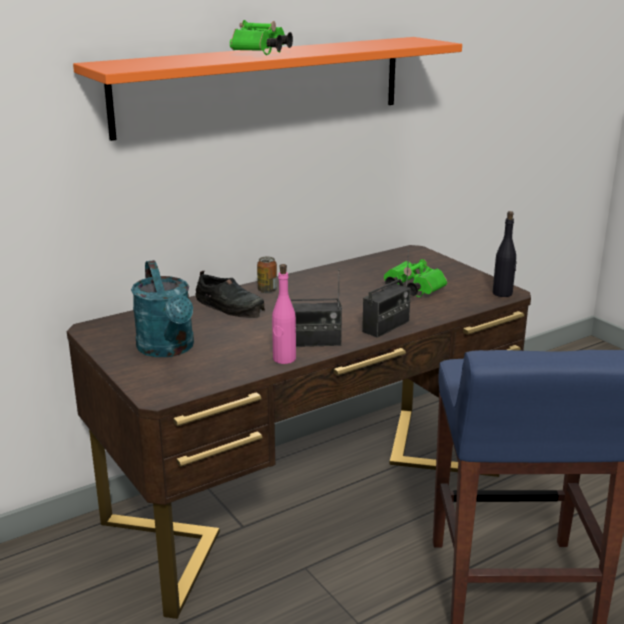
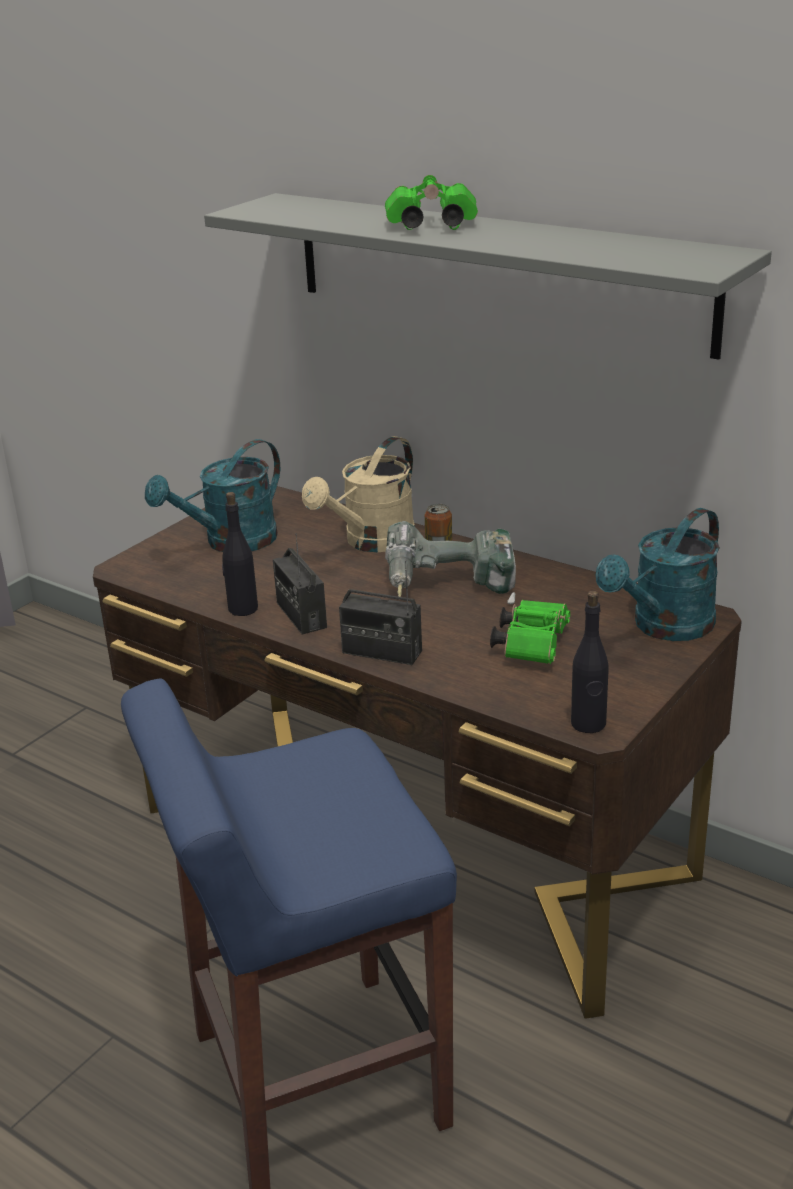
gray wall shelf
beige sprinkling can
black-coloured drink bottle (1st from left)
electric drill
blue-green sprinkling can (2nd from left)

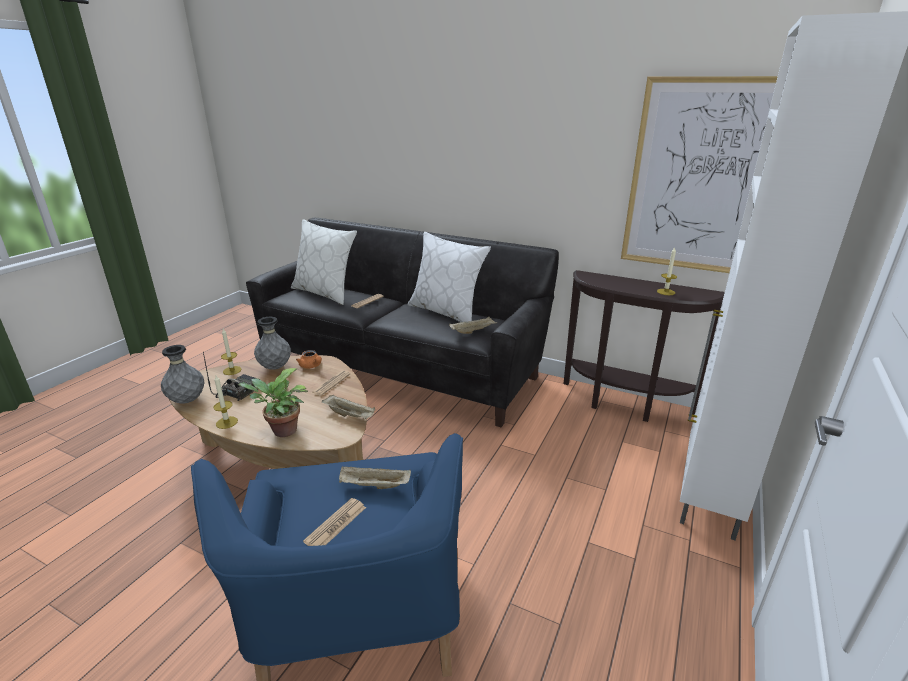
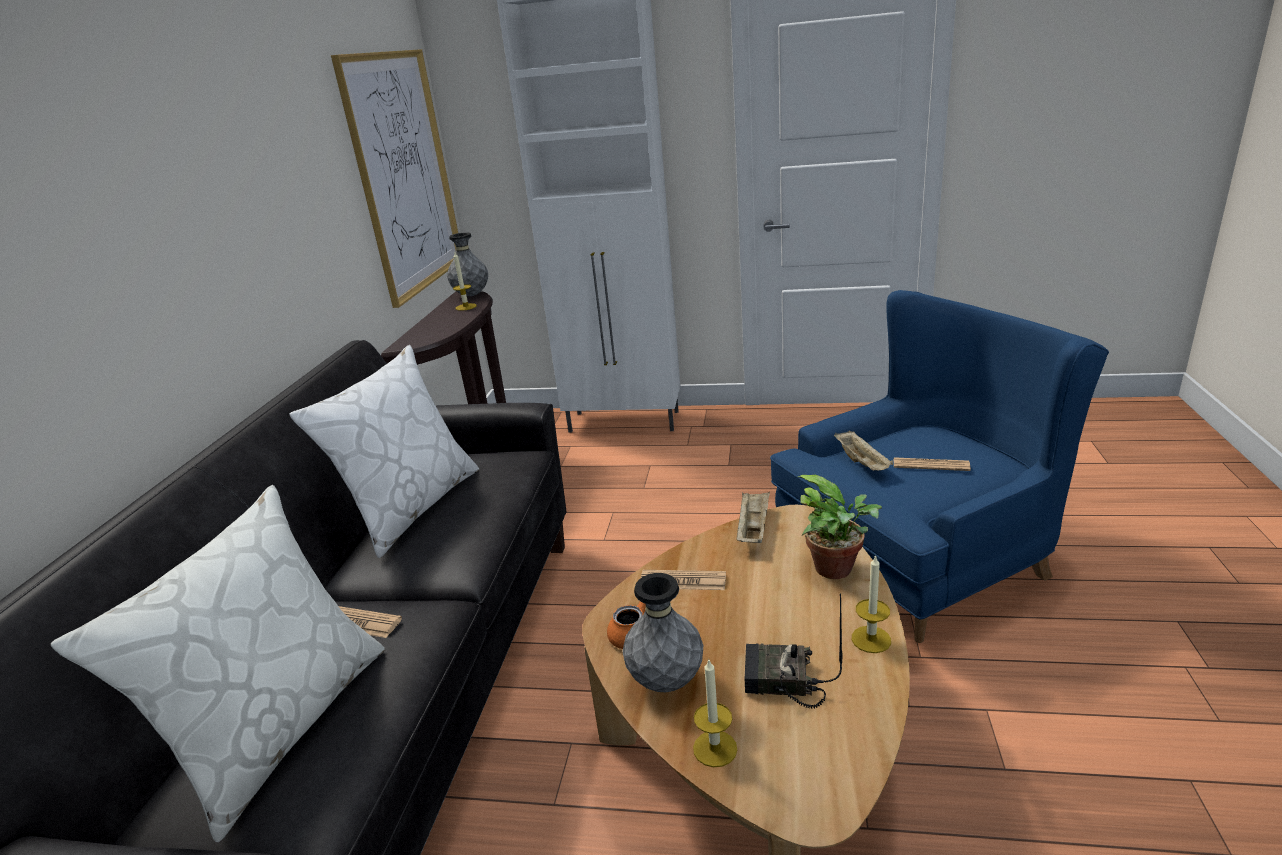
gray decorative vase (1st from left)
beige carrying tray (3rd from left in the first image)

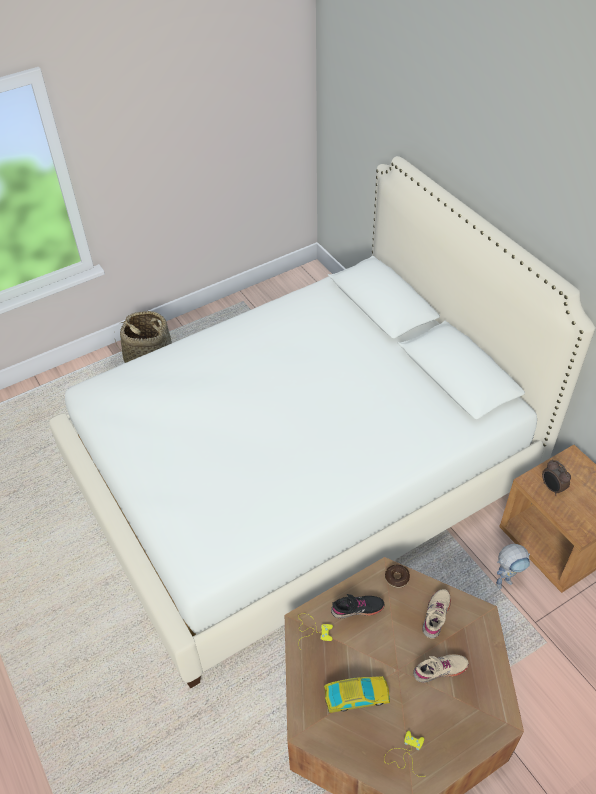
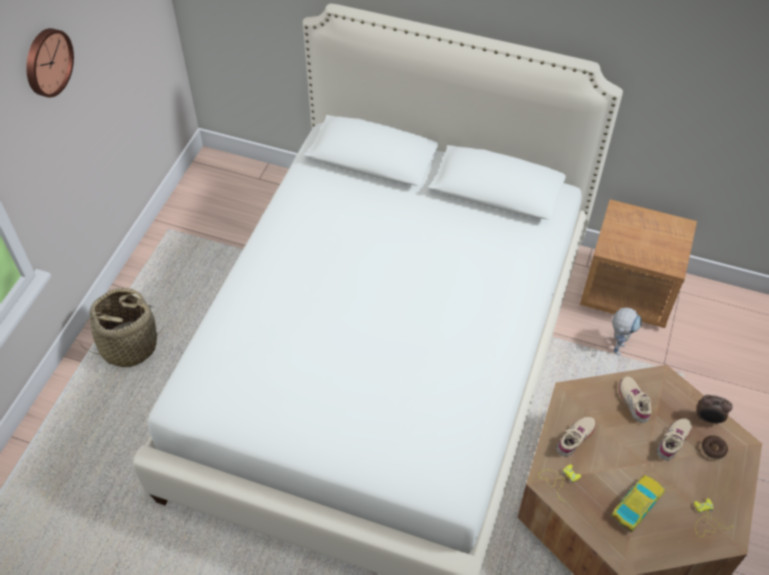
beige low shoe (1st from left)
ring doughnut
table clock
clock on the wall

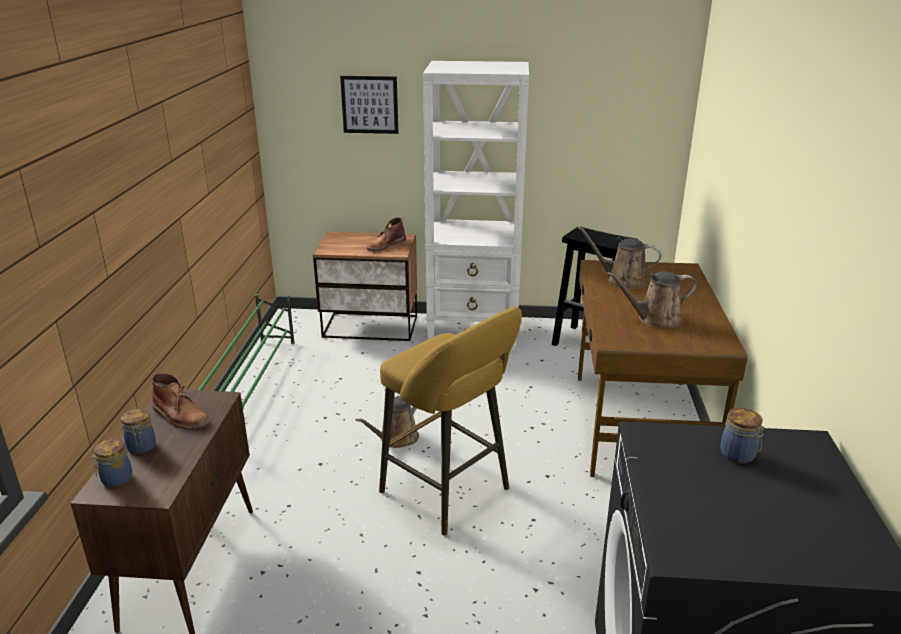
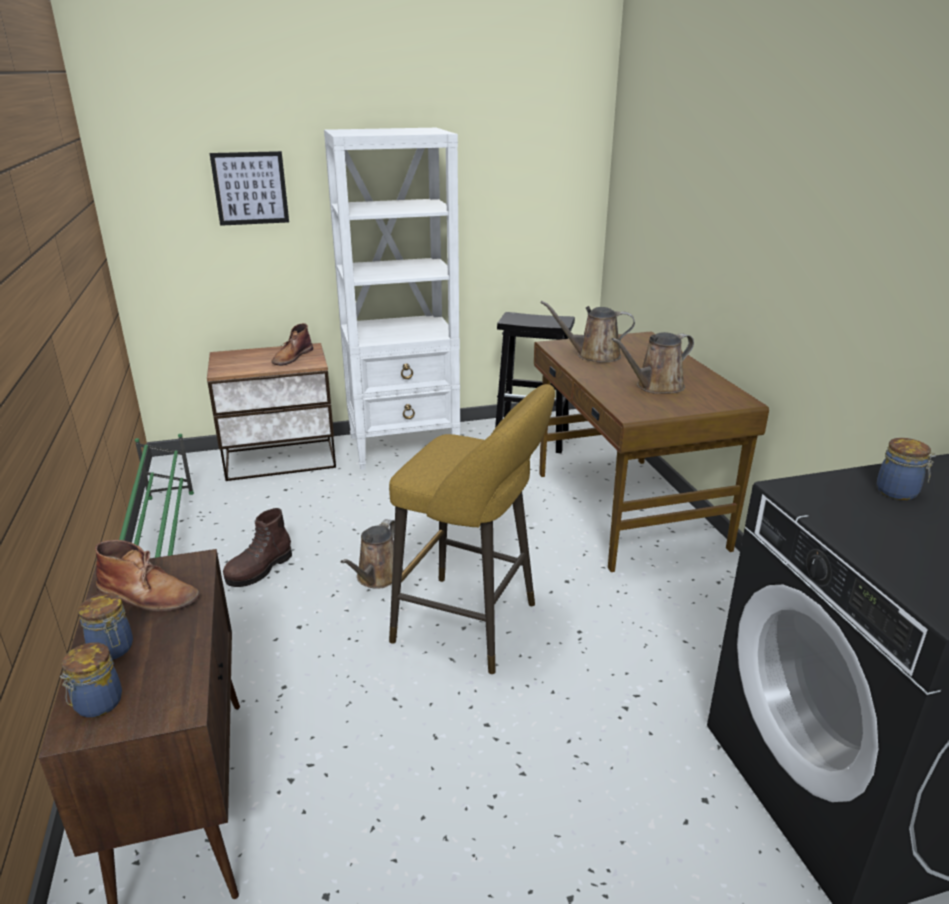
brown boot (2nd from left)

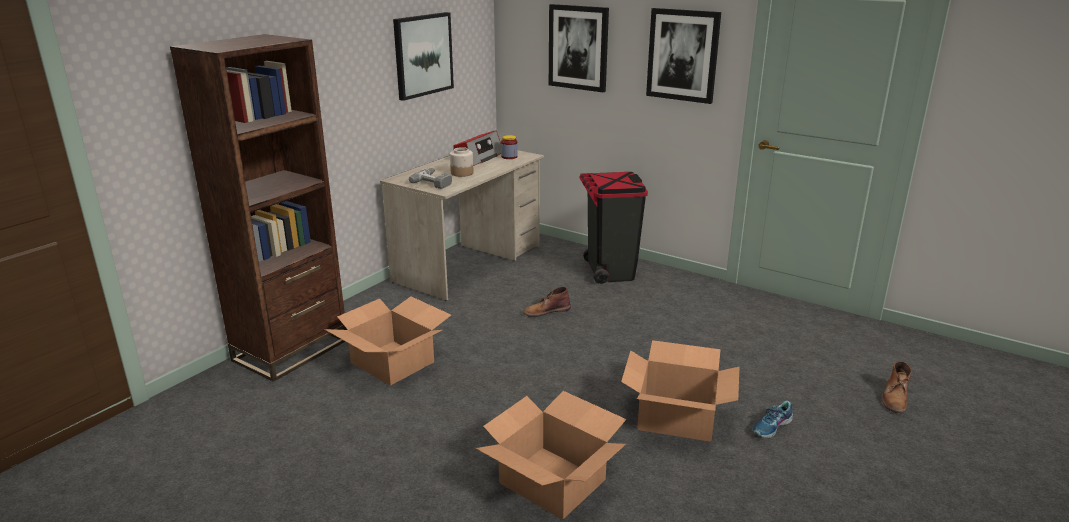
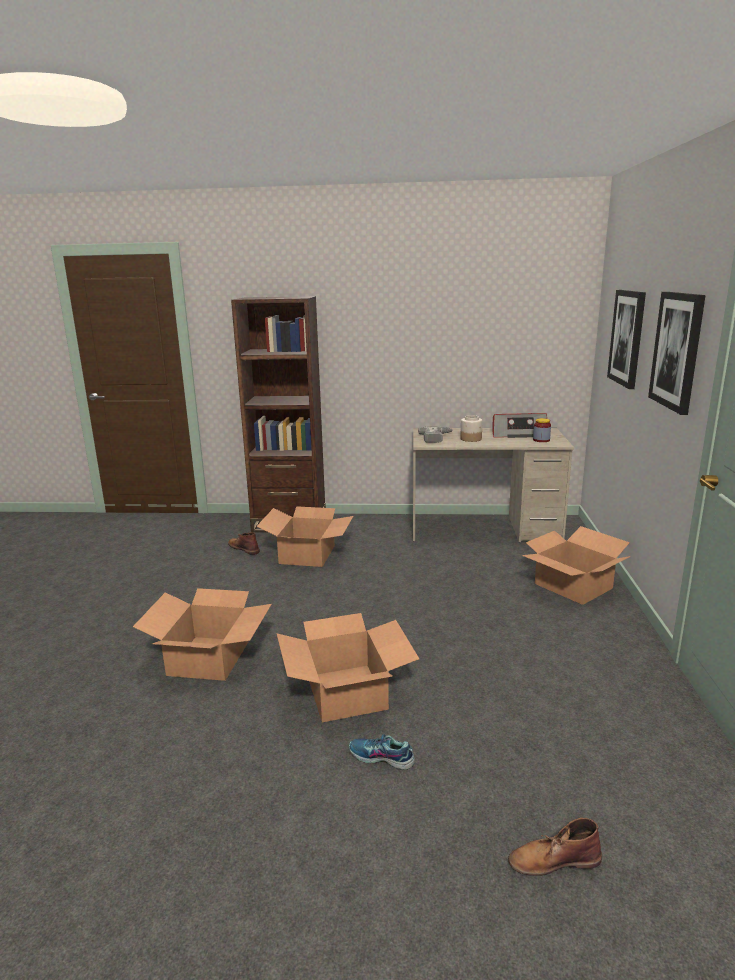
wall art (1st from left in the first image)
brown boot (1st from left)
cardboard box (4th from left)

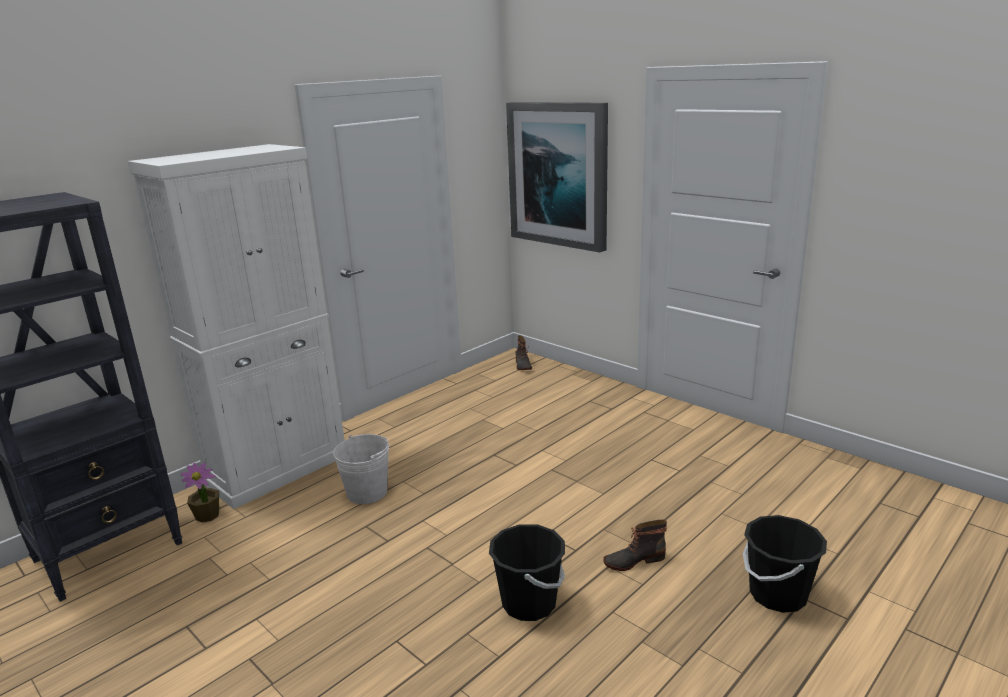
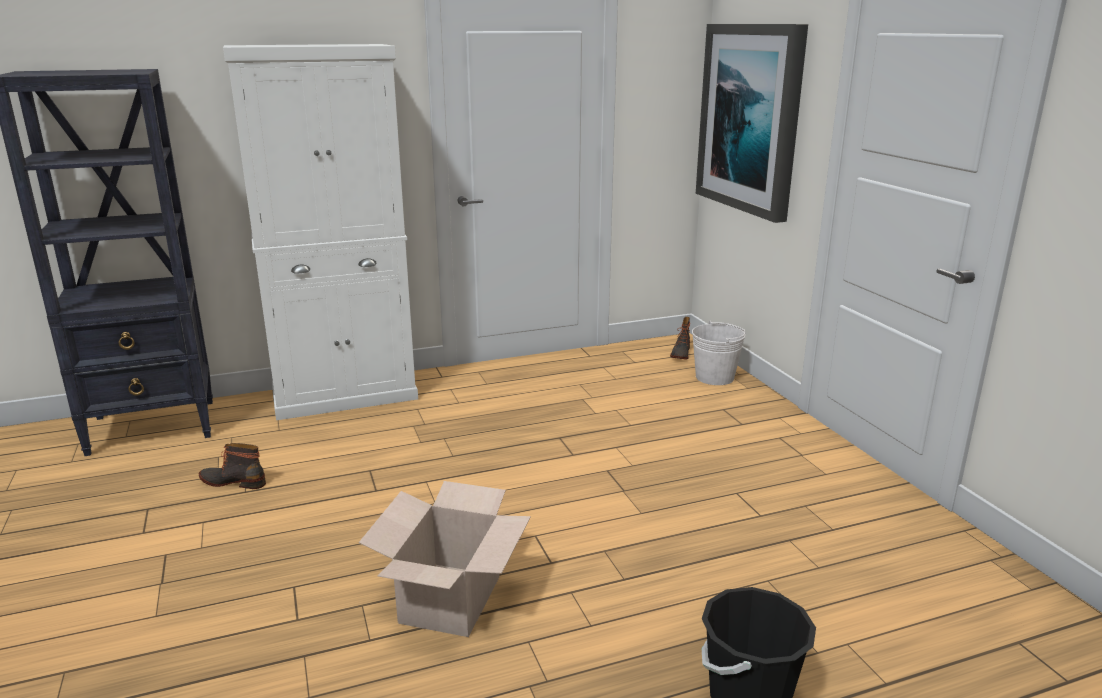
plant in a pot
whitish water bucket
cardboard box
boot (1st from left)

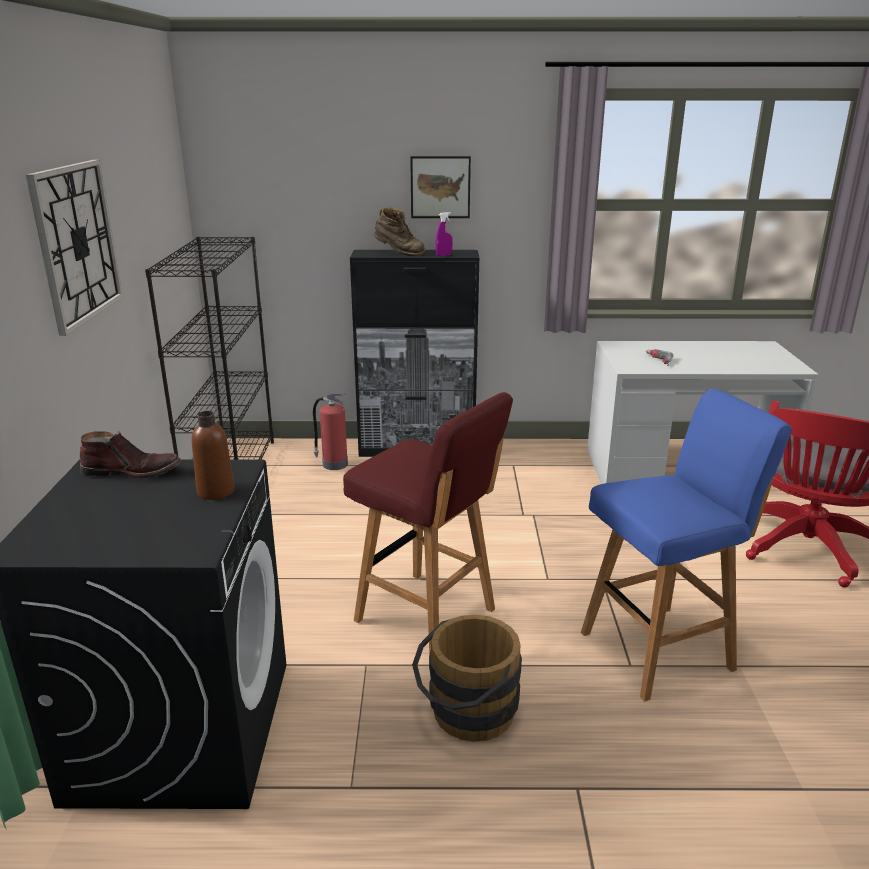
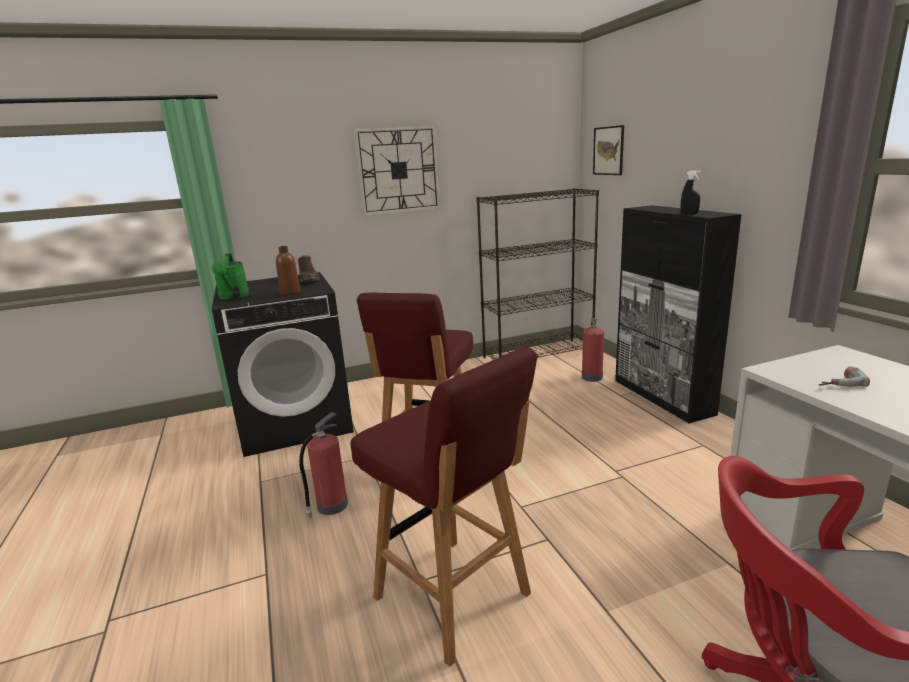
brown boot (2nd from left in the first image)
wall art
fire extinguisher (1st from left)
black-coloured sprayer
red-coloured sitting stool (2nd from left)
green sprinkling can

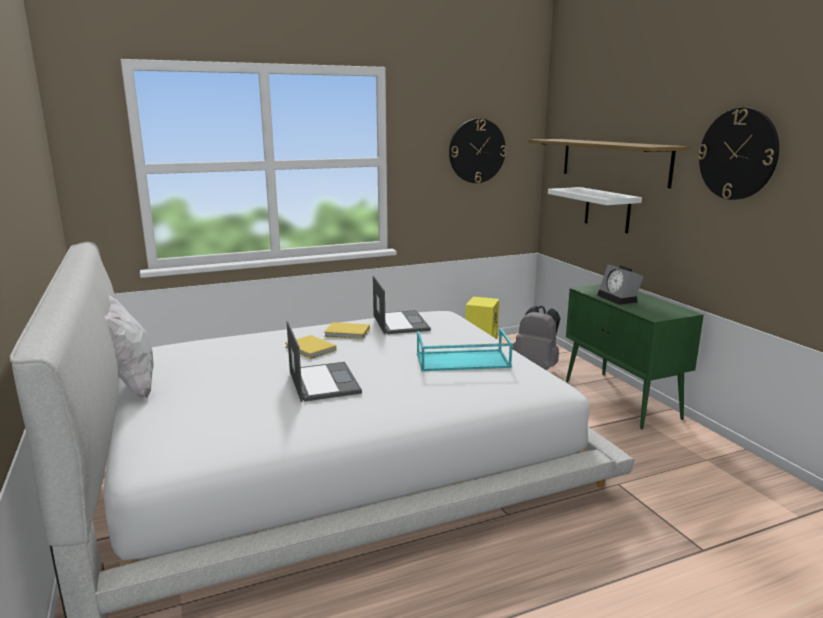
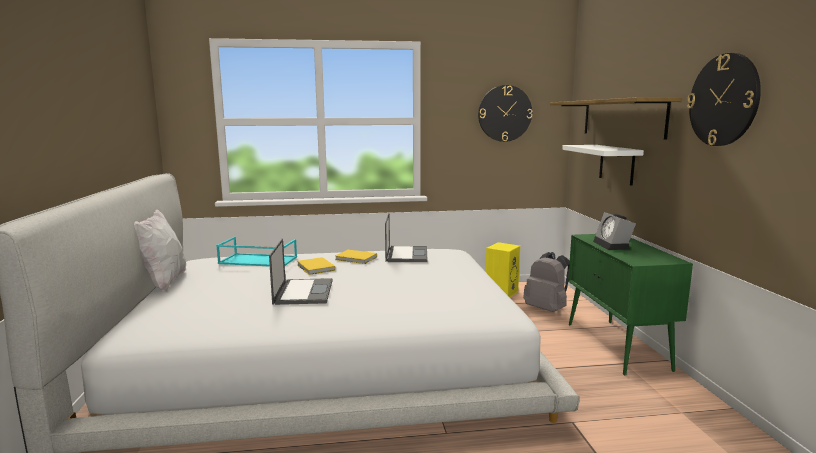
blue-green carrying tray

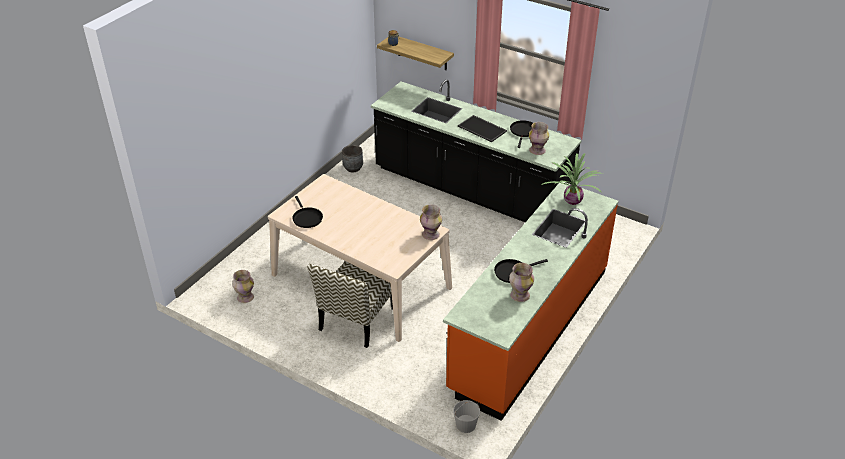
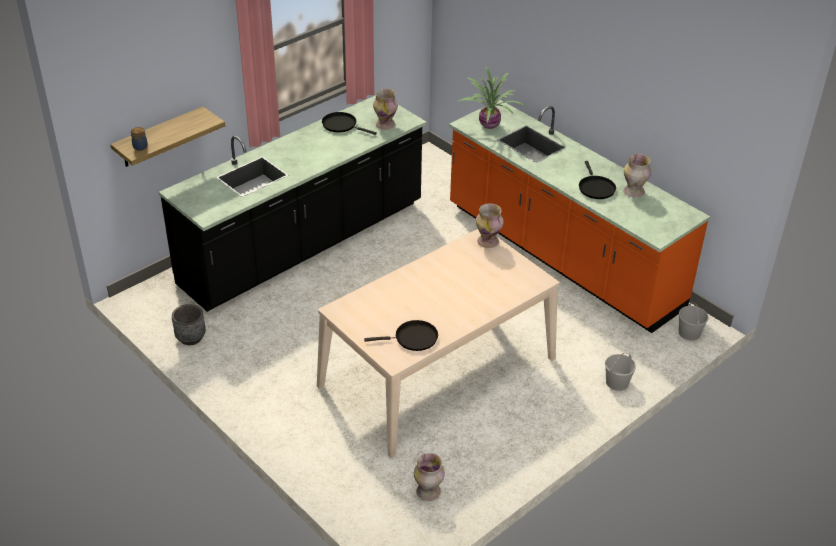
plain chair
carrying tray
whitish water bucket (1st from left)

